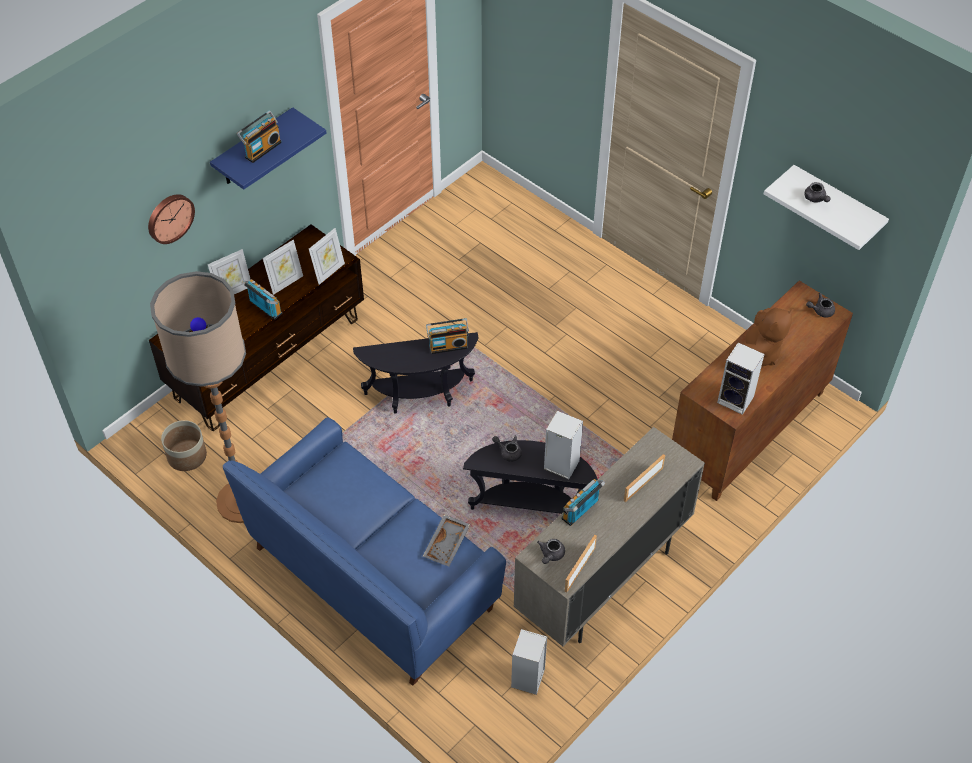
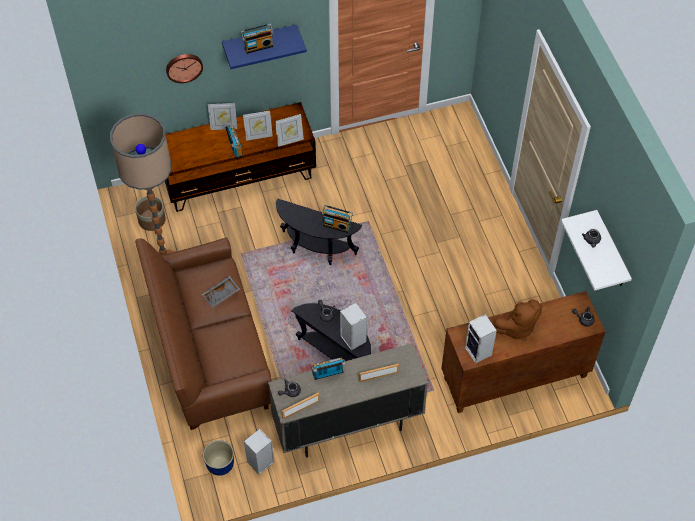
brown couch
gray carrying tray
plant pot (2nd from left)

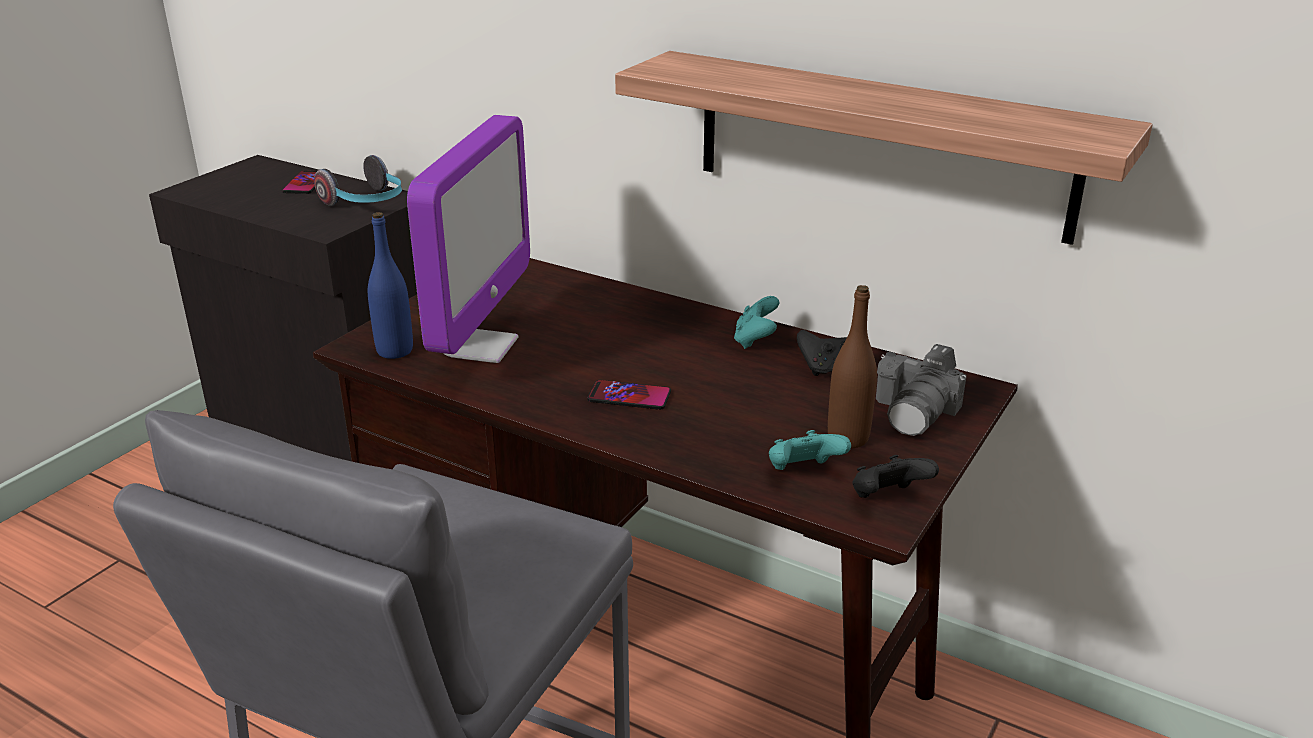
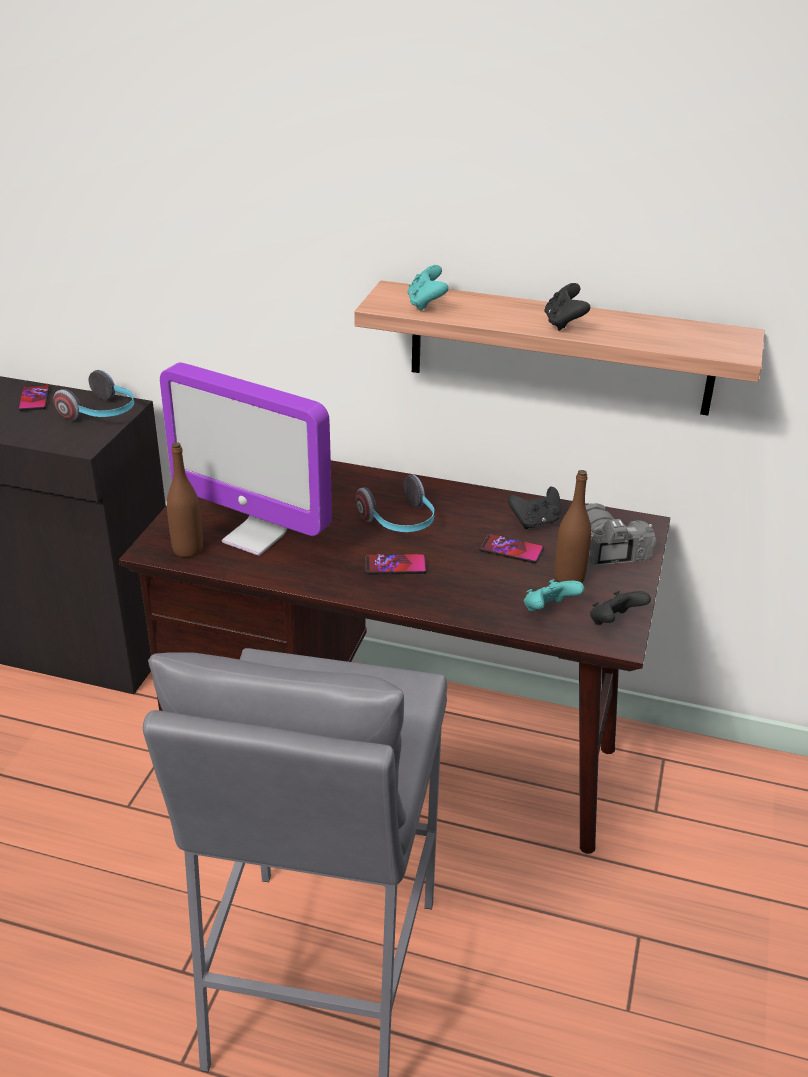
brown drink bottle (1st from left)
computer display
blue-green joypad (1st from left)
still camera
pair of headphones (2nd from left)
handset (3rd from left)
black-coloured joypad (2nd from left)

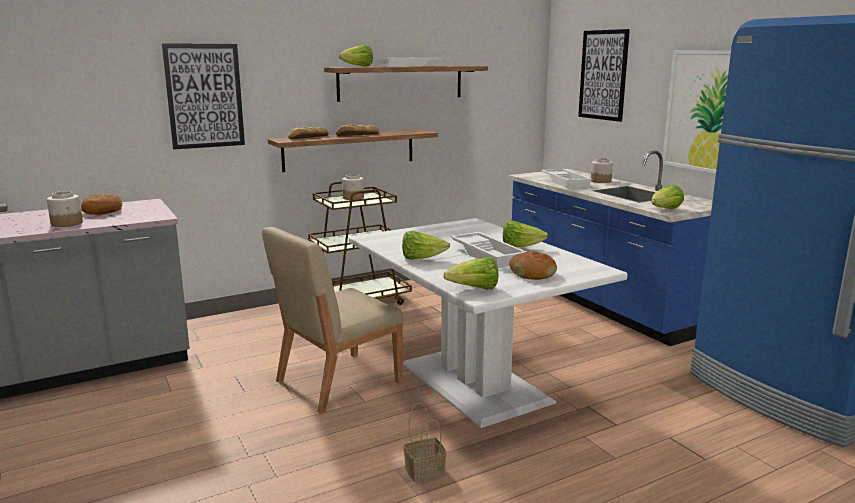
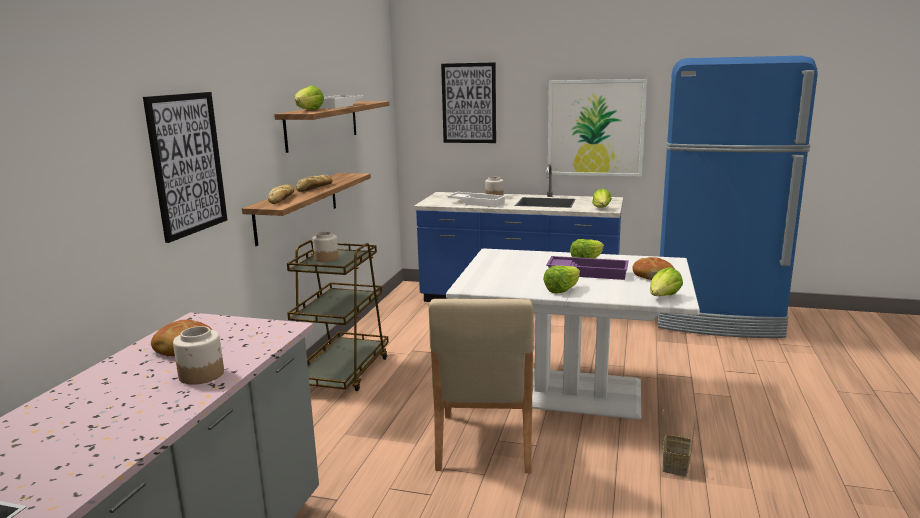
purplish carrying tray

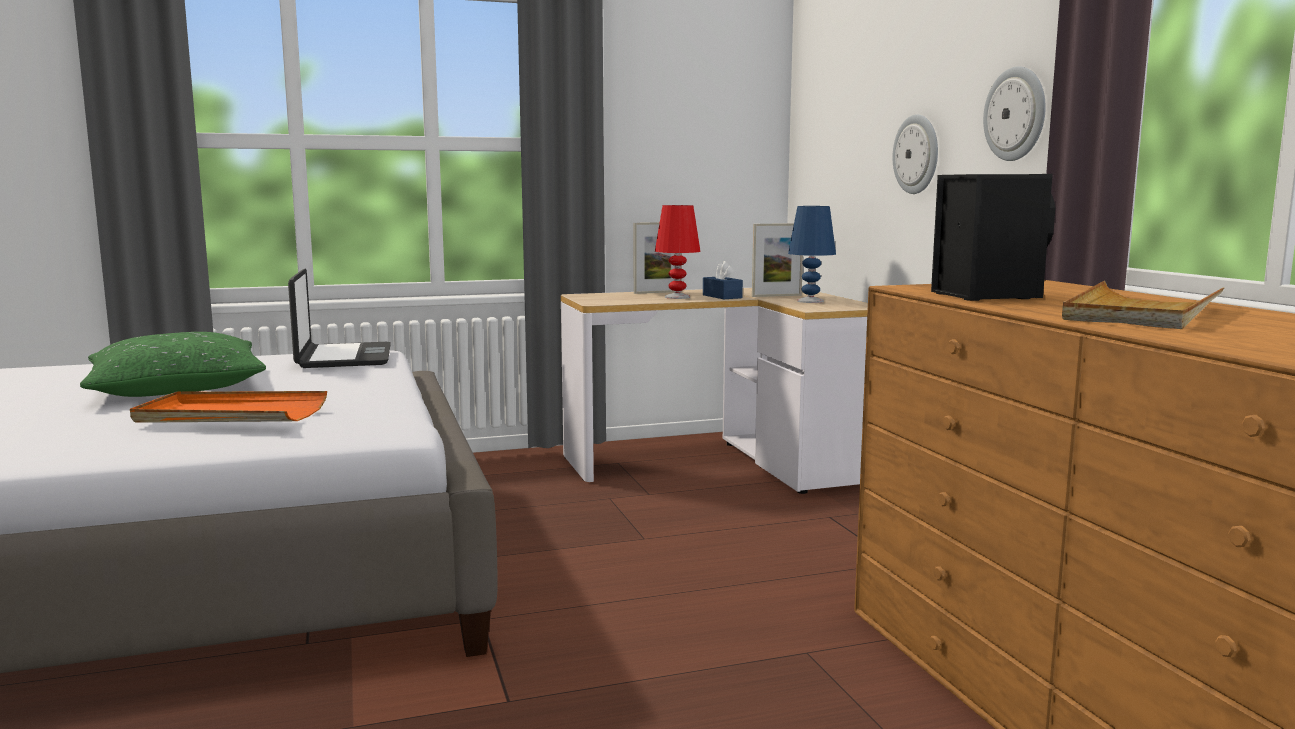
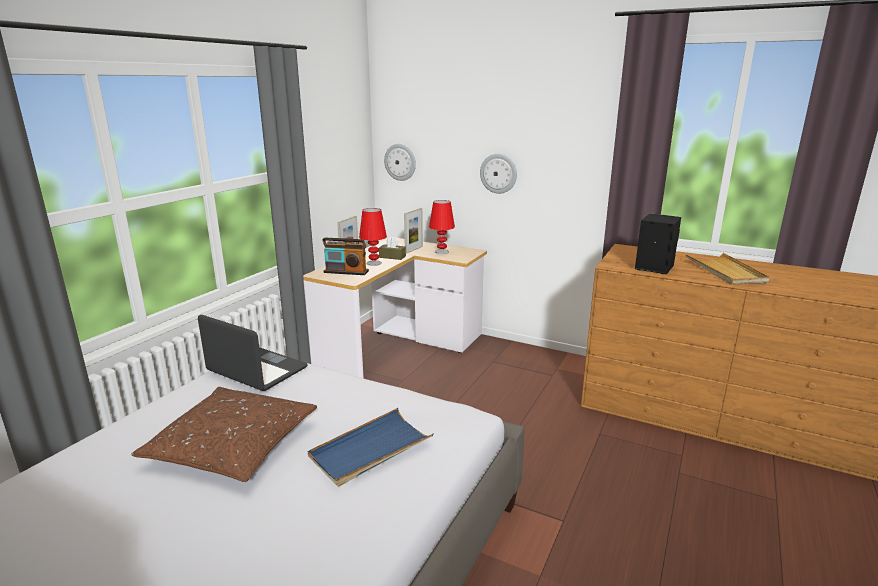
brown throw pillow
blue-coloured carrying tray
brown box of tissues
red-coloured table lamp (2nd from left)
clock on the wall (1st from left)
radio receiver

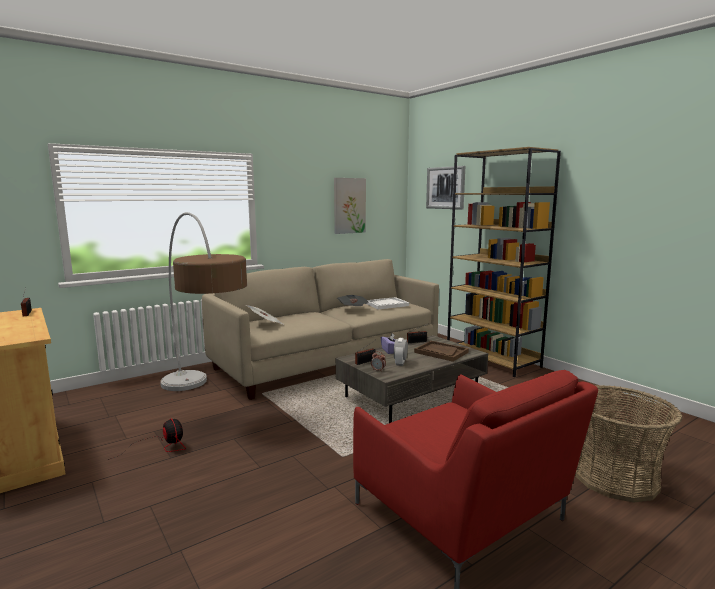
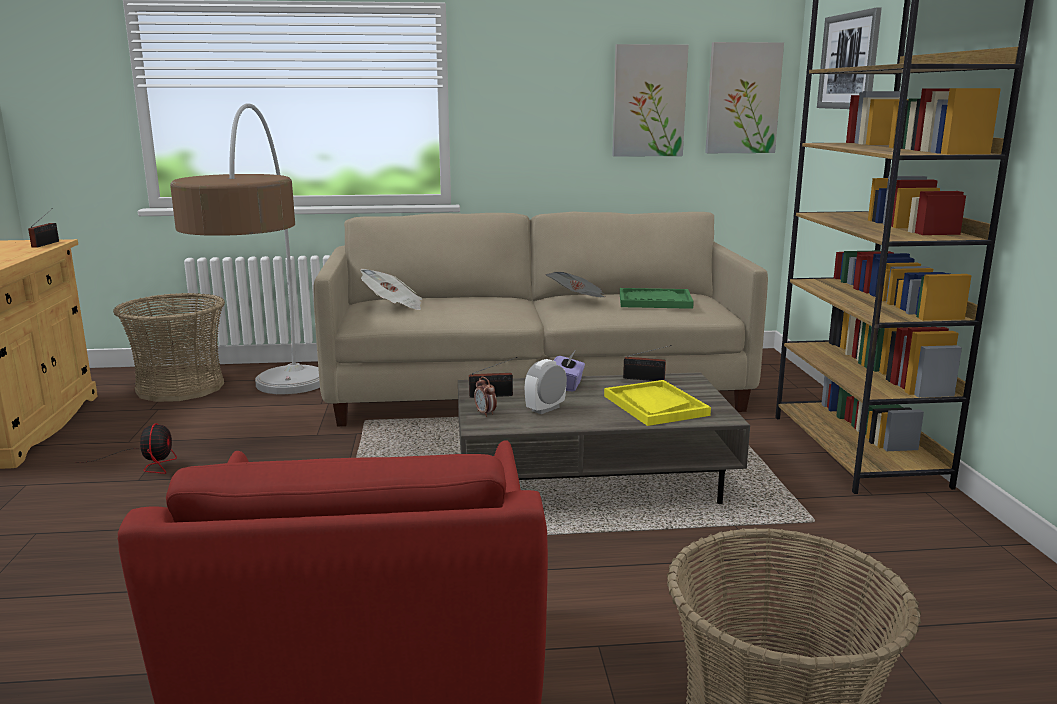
green carrying tray
yellow-coloured carrying tray
household basket (1st from left)
wall art (2nd from left)

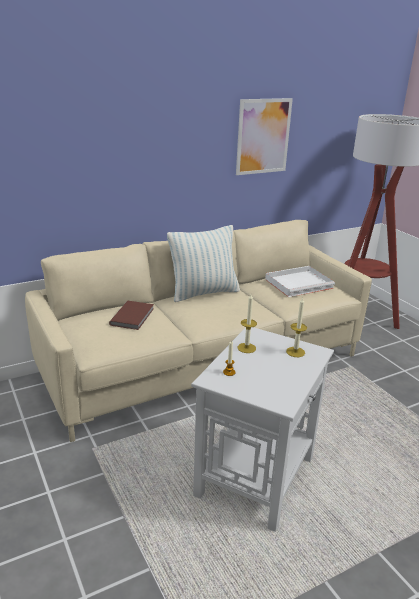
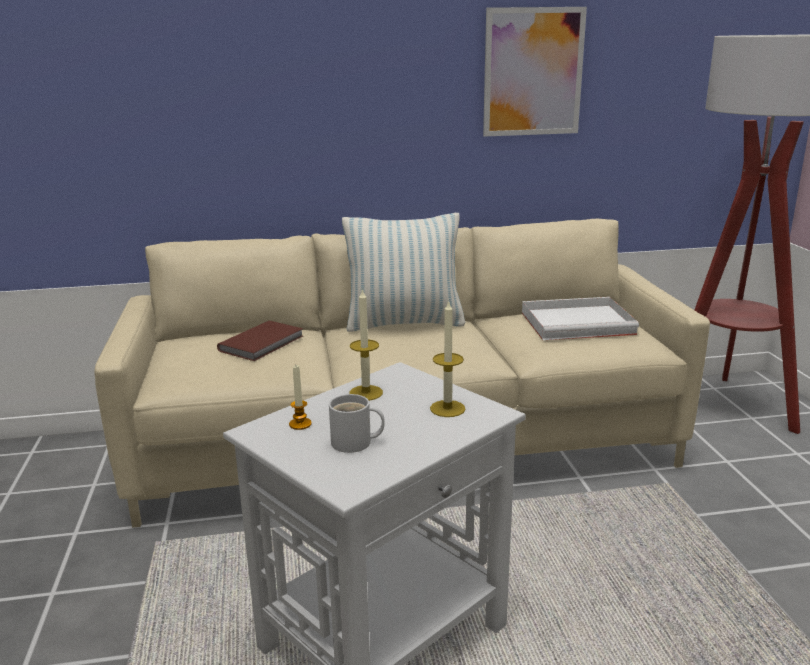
whitish tea mug

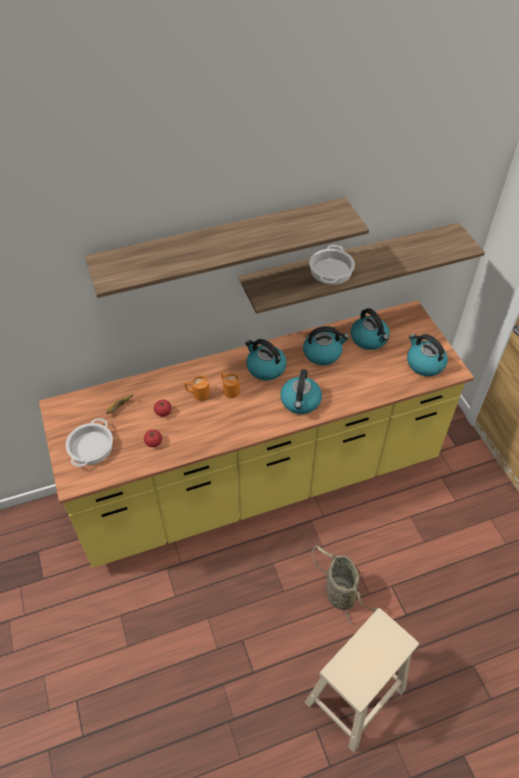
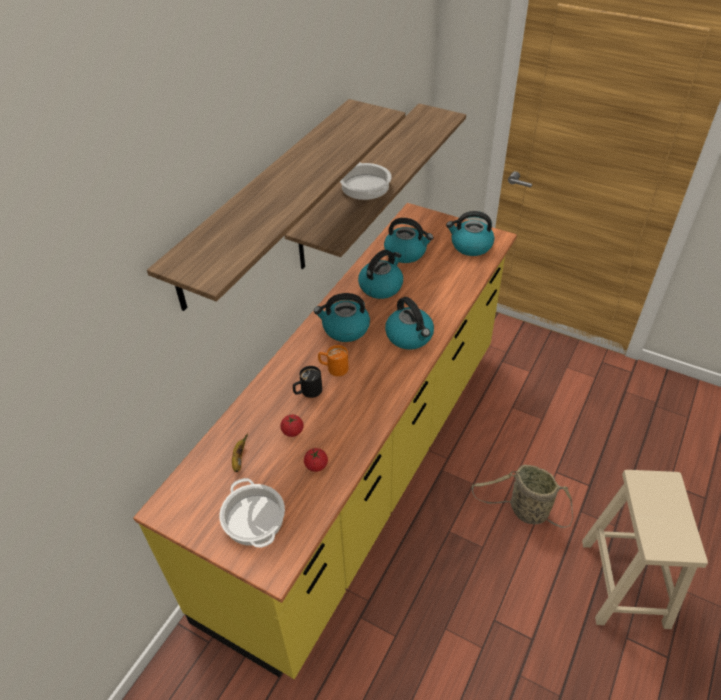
black-coloured tea mug

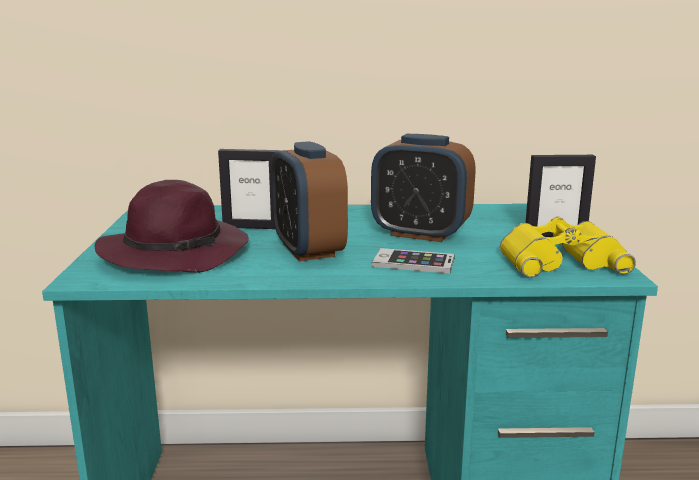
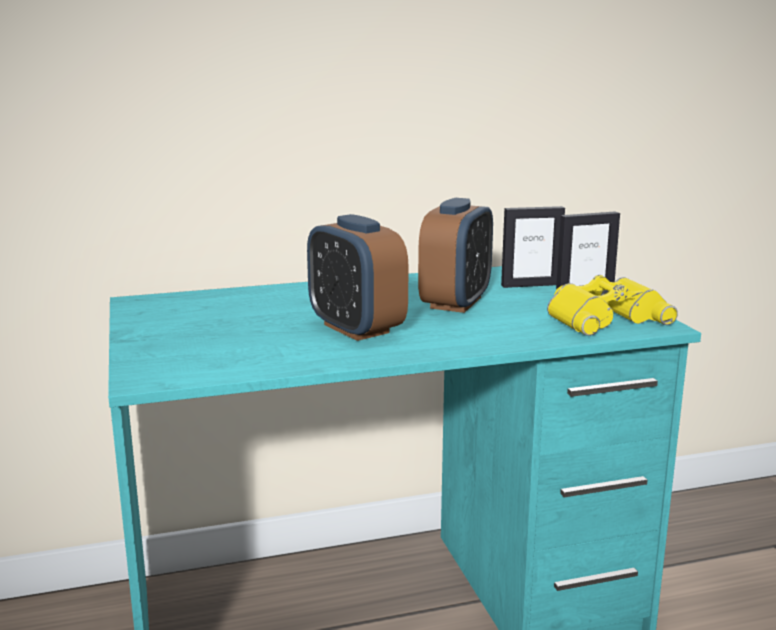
purplish hat
picture frame (1st from left)
table clock (2nd from left)
handset

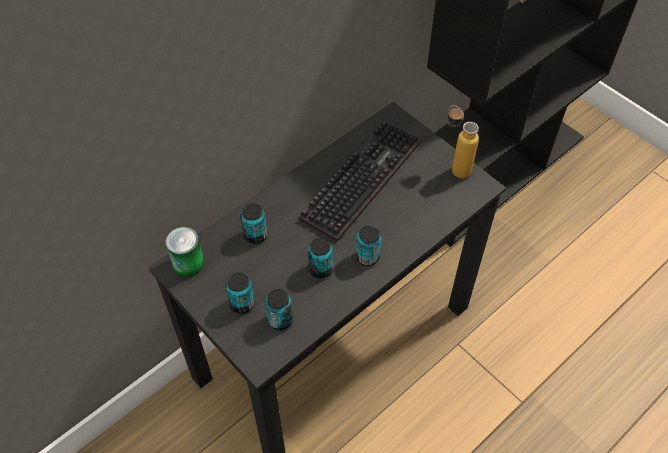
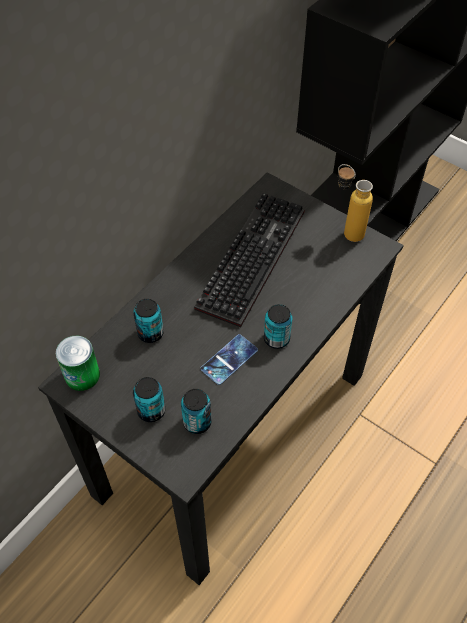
handset

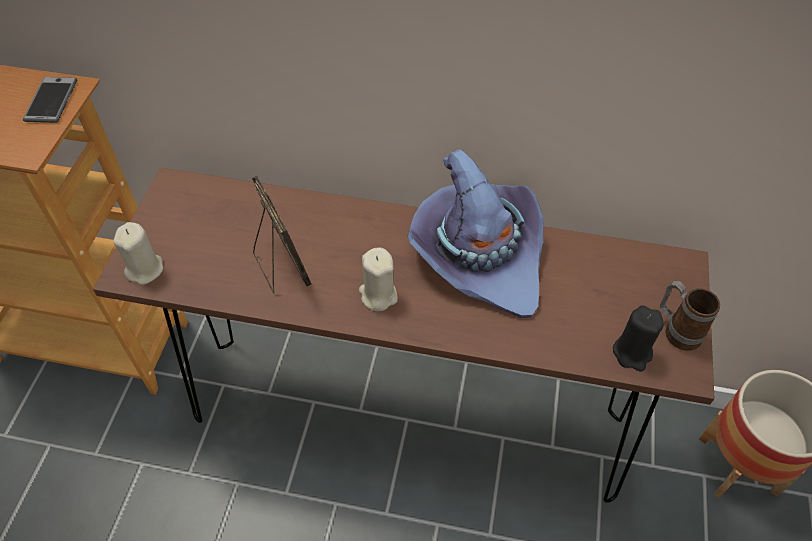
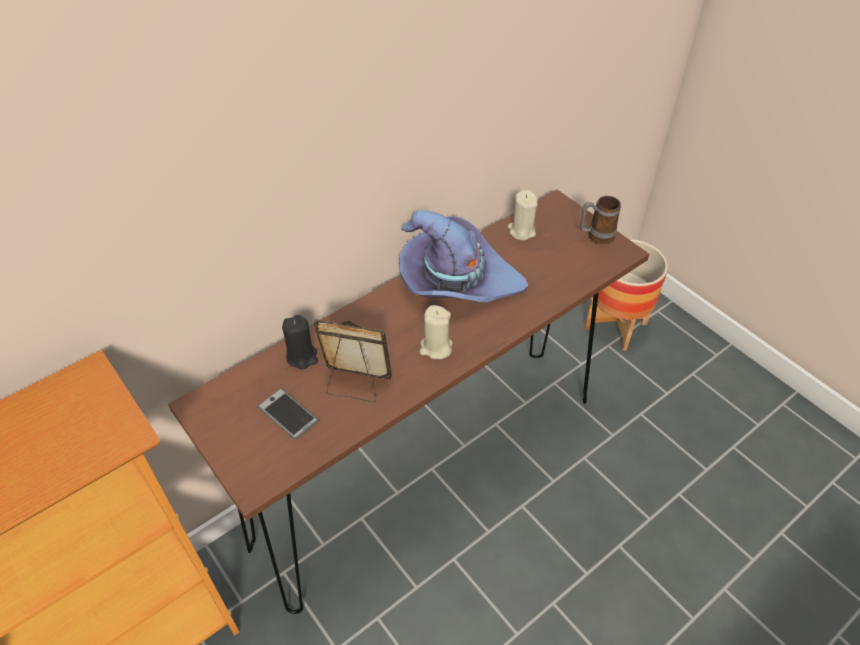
handset
beige wax candle (2nd from left)
black-coloured wax candle

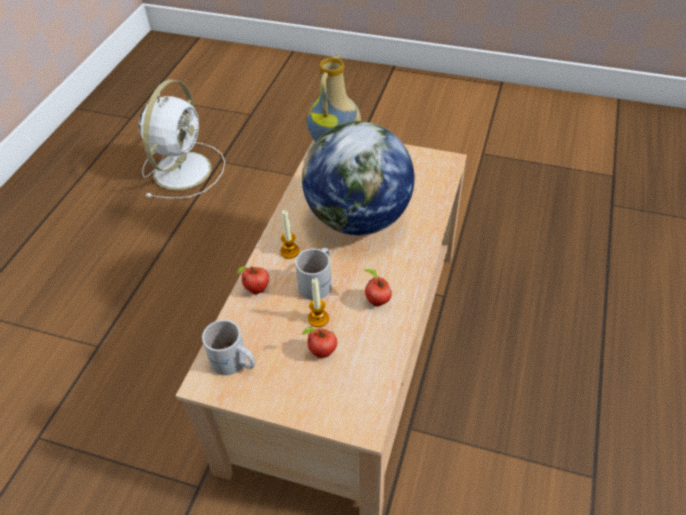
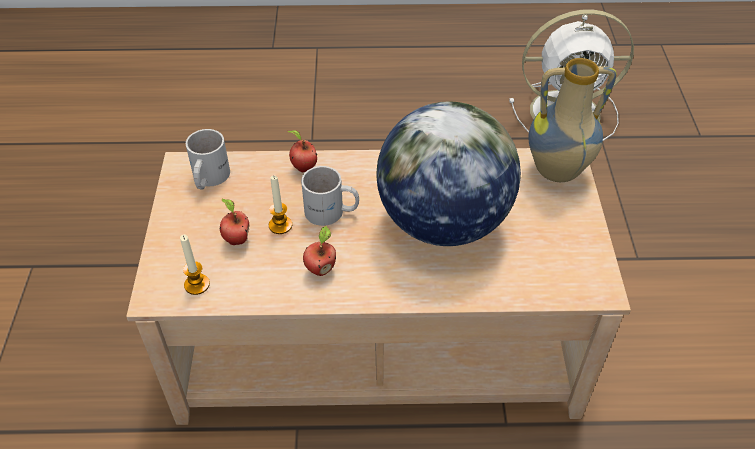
wax candle (1st from left)

